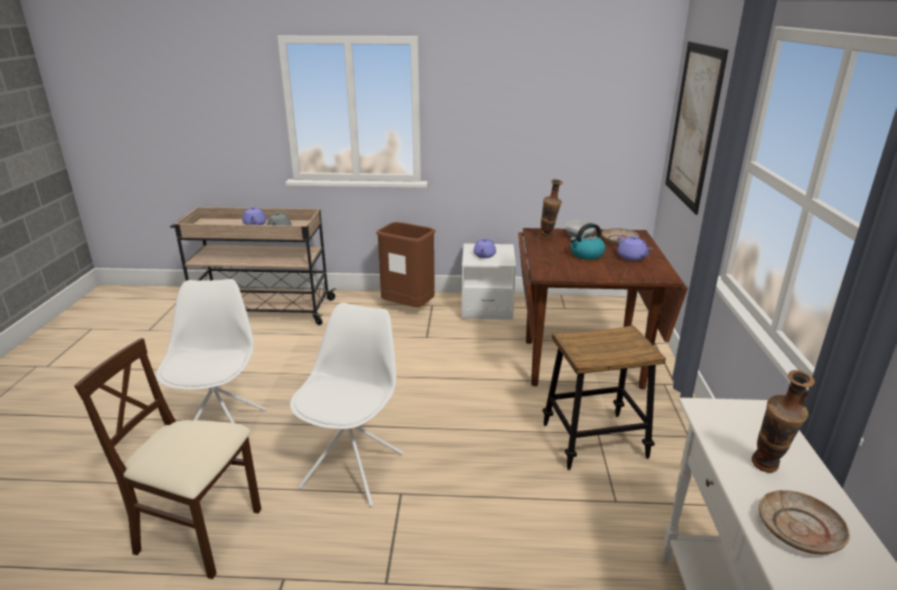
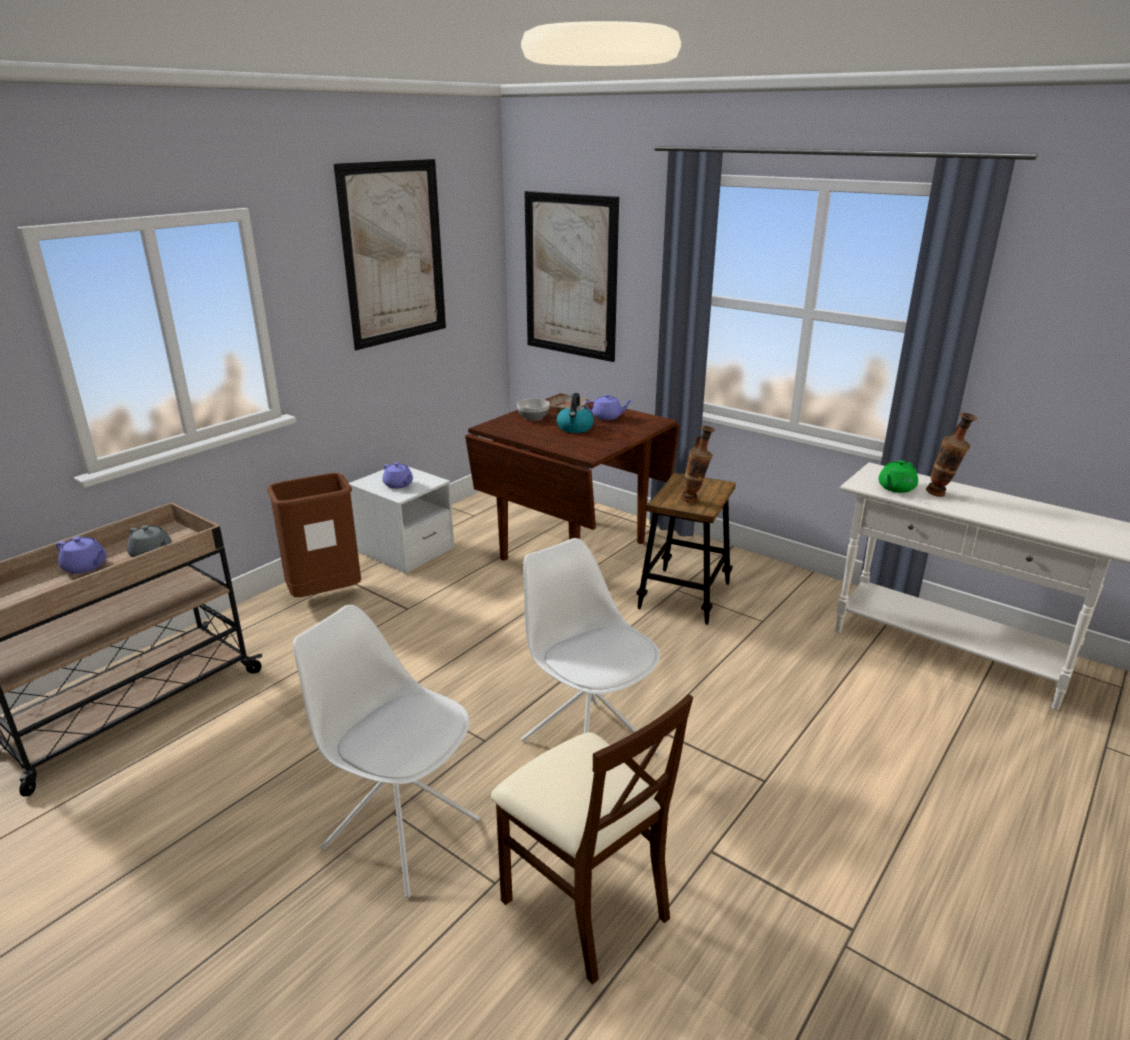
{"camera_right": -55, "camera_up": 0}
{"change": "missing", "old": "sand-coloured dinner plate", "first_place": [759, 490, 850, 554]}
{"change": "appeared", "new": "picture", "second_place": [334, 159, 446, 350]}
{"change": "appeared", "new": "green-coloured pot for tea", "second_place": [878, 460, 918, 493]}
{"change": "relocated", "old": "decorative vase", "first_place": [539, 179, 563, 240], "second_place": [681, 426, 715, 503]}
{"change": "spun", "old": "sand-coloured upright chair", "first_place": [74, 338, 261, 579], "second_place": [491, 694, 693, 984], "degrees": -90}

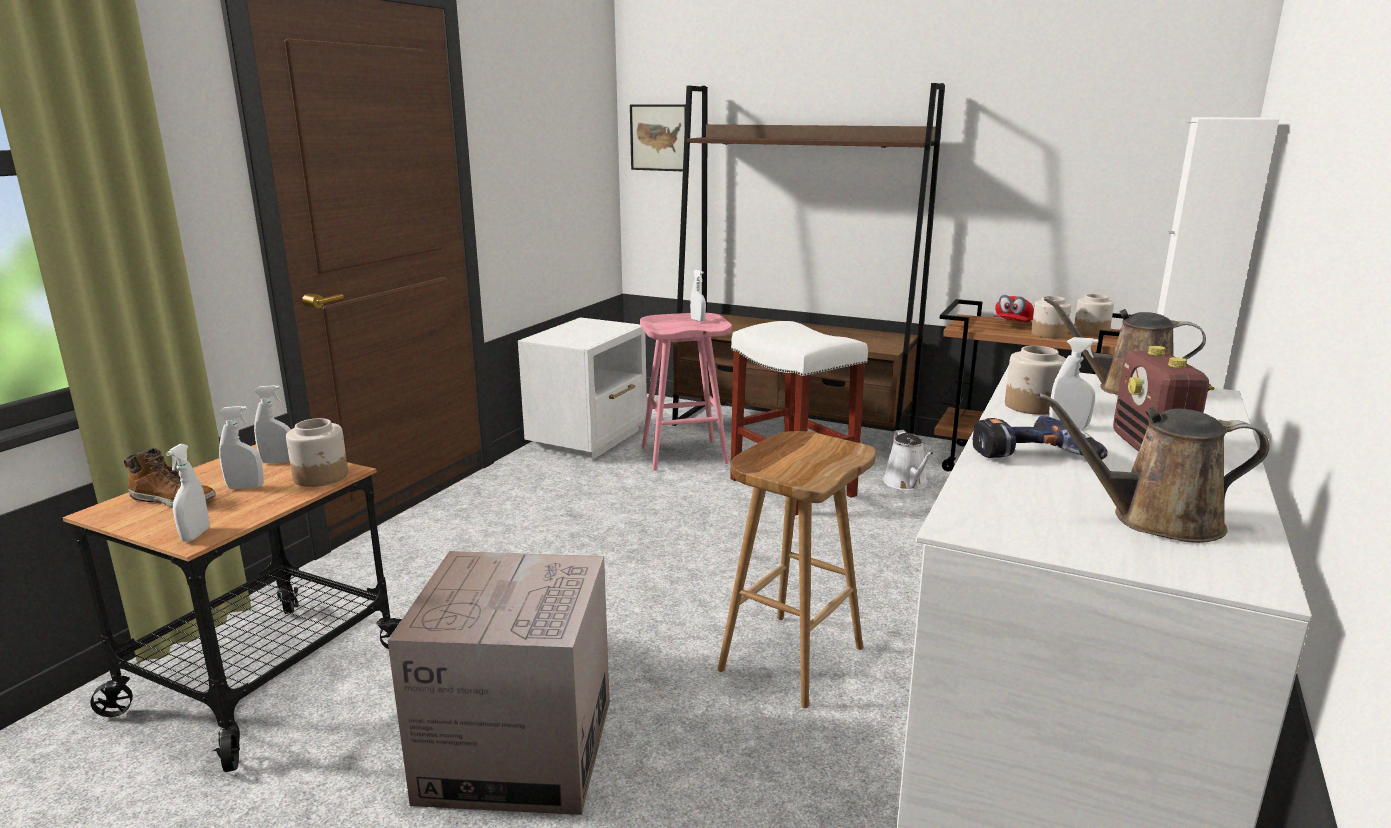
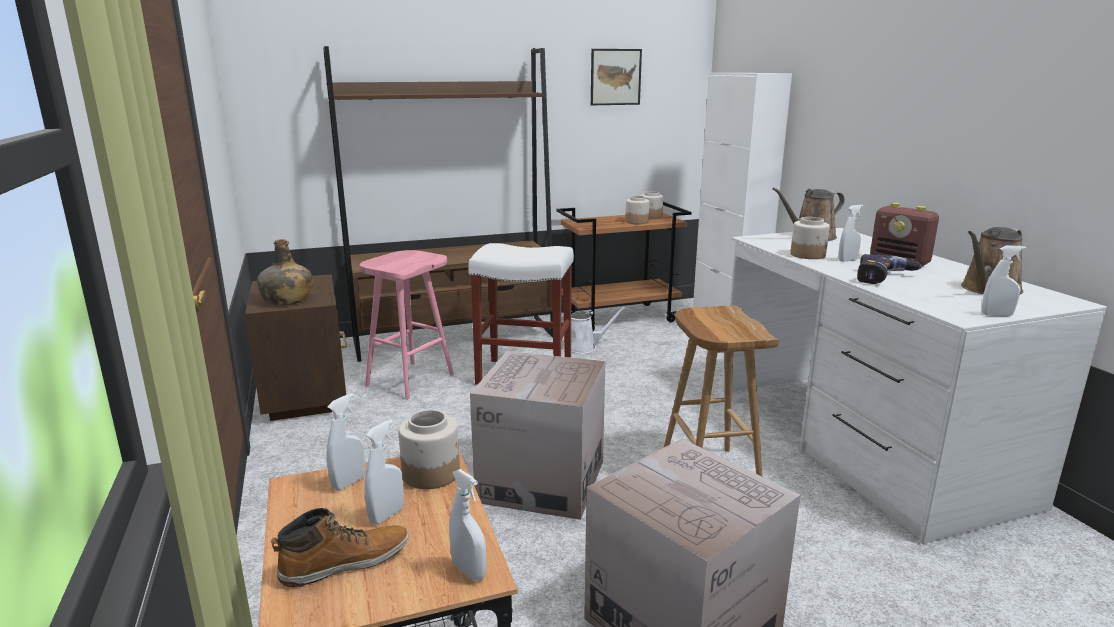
{"camera_right": -45, "camera_up": 0}
{"change": "missing", "old": "red-coloured peaked cap", "first_place": [993, 295, 1034, 322]}
{"change": "appeared", "new": "green-coloured drink bottle", "second_place": [257, 239, 313, 305]}
{"change": "appeared", "new": "carton", "second_place": [470, 351, 606, 520]}
{"change": "relocated", "old": "picture", "first_place": [630, 104, 686, 171], "second_place": [591, 49, 642, 105]}
{"change": "relocated", "old": "white sprayer", "first_place": [690, 270, 706, 322], "second_place": [982, 246, 1026, 317]}
{"change": "colour", "old": "white night table", "new": "brown-coloured night table", "first_place": [518, 317, 647, 460], "second_place": [245, 274, 347, 421]}
{"change": "spun", "old": "white sprinkling can", "first_place": [883, 430, 933, 490], "second_place": [561, 306, 627, 354], "degrees": -45}

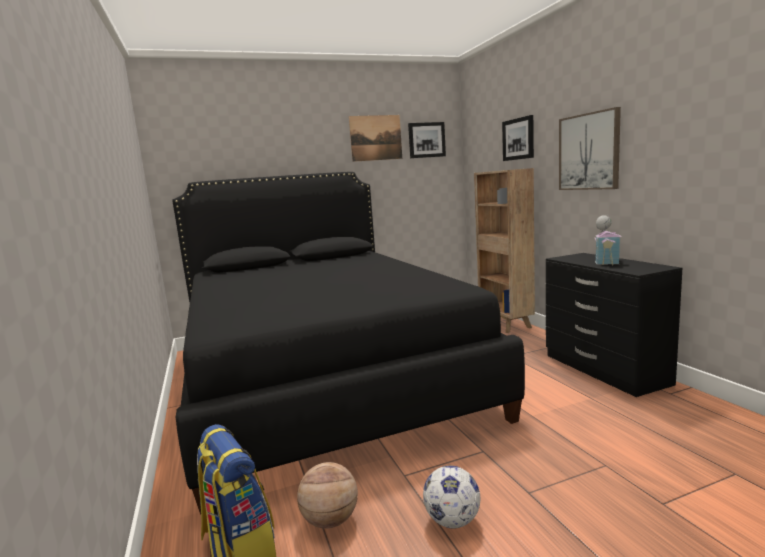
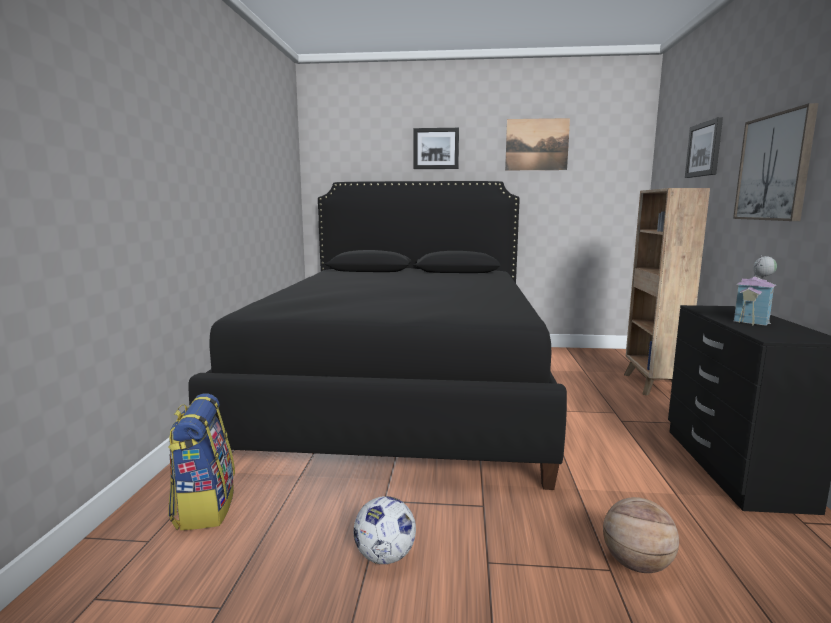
{"camera_right": 25, "camera_up": 0}
{"change": "relocated", "old": "ball for basketball", "first_place": [297, 462, 358, 528], "second_place": [603, 497, 679, 573]}
{"change": "relocated", "old": "picture", "first_place": [408, 122, 446, 158], "second_place": [414, 128, 459, 169]}

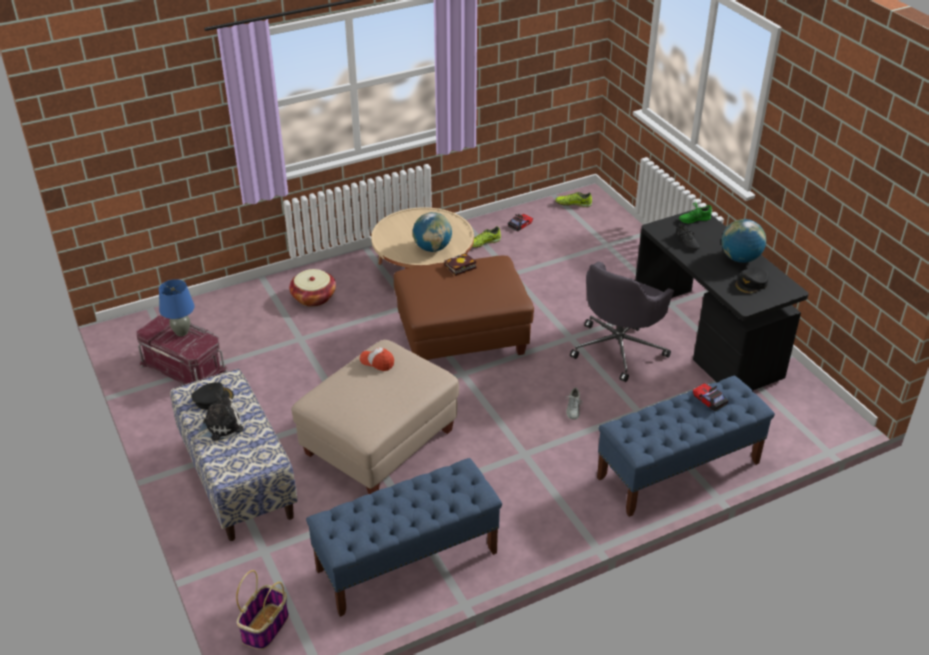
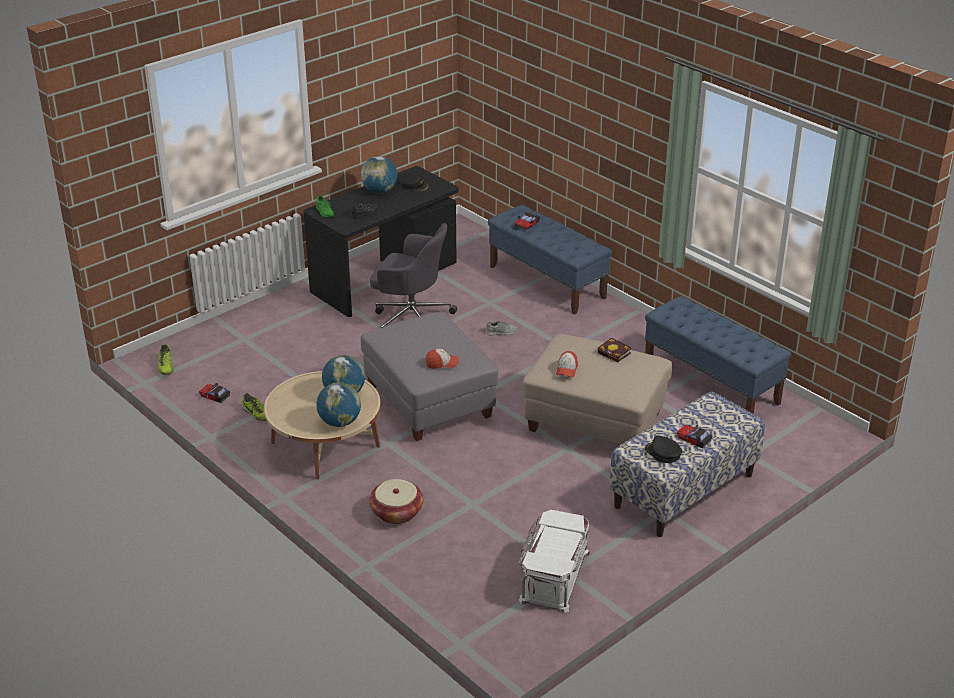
{"camera_right": -105, "camera_up": -5}
{"change": "missing", "old": "blue-coloured tabletop lamp", "first_place": [159, 279, 195, 337]}
{"change": "missing", "old": "basket", "first_place": [236, 570, 289, 650]}
{"change": "appeared", "new": "desk globe", "second_place": [316, 382, 361, 427]}
{"change": "appeared", "new": "peaked cap", "second_place": [425, 349, 459, 369]}
{"change": "relocated", "old": "bound book", "first_place": [444, 253, 476, 276], "second_place": [598, 338, 631, 363]}
{"change": "exchanged", "old": "plush toy", "new": "miniature car", "first_place": [193, 393, 244, 441], "second_place": [677, 424, 712, 448]}
{"change": "colour", "old": "red-coloured storage box", "new": "white storage box", "first_place": [137, 315, 228, 385], "second_place": [518, 510, 591, 613]}
{"change": "colour", "old": "brown-coloured footrest", "new": "greyish footrest", "first_place": [394, 256, 534, 360], "second_place": [361, 312, 498, 441]}

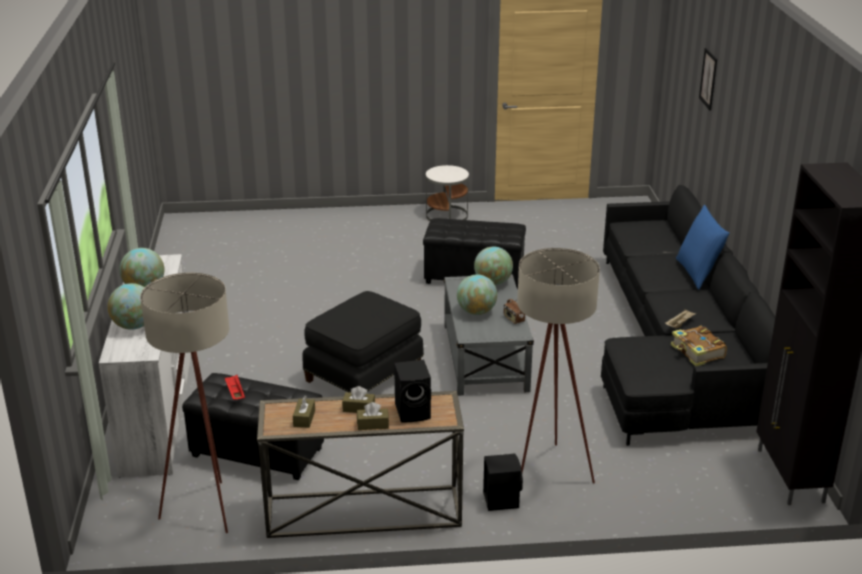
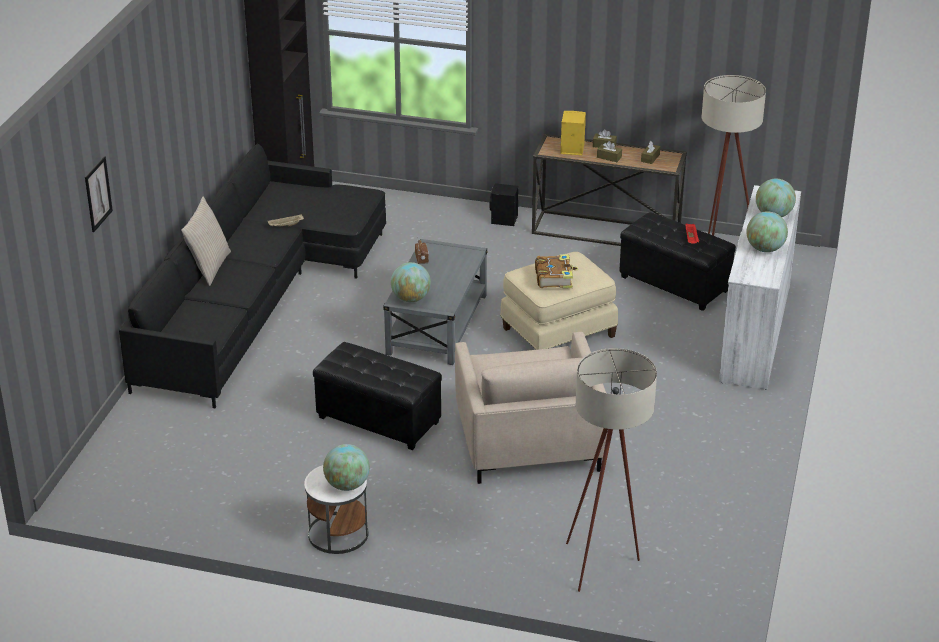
{"camera_right": -160, "camera_up": 5}
{"change": "appeared", "new": "sand-coloured easy chair", "second_place": [455, 332, 607, 484]}
{"change": "relocated", "old": "desk globe", "first_place": [457, 274, 497, 315], "second_place": [323, 444, 370, 491]}
{"change": "relocated", "old": "sand-coloured standard lamp", "first_place": [517, 248, 600, 483], "second_place": [566, 348, 657, 592]}
{"change": "relocated", "old": "bound book", "first_place": [671, 326, 727, 366], "second_place": [535, 254, 578, 289]}
{"change": "colour", "old": "black footrest", "new": "sand-coloured footrest", "first_place": [303, 291, 424, 393], "second_place": [500, 252, 618, 350]}
{"change": "colour", "old": "black speaker", "new": "yellow-coloured speaker", "first_place": [394, 360, 431, 423], "second_place": [561, 111, 586, 155]}
{"change": "colour", "old": "blue-coloured cushion", "new": "sand-coloured cushion", "first_place": [676, 205, 729, 290], "second_place": [181, 197, 231, 286]}

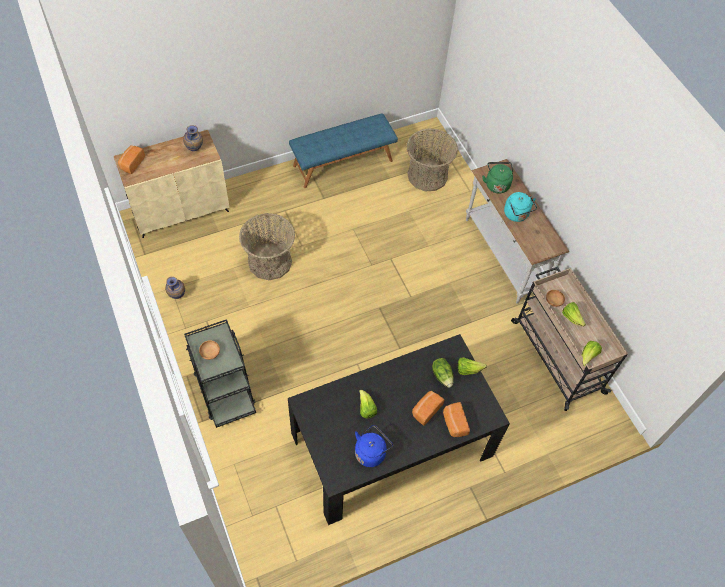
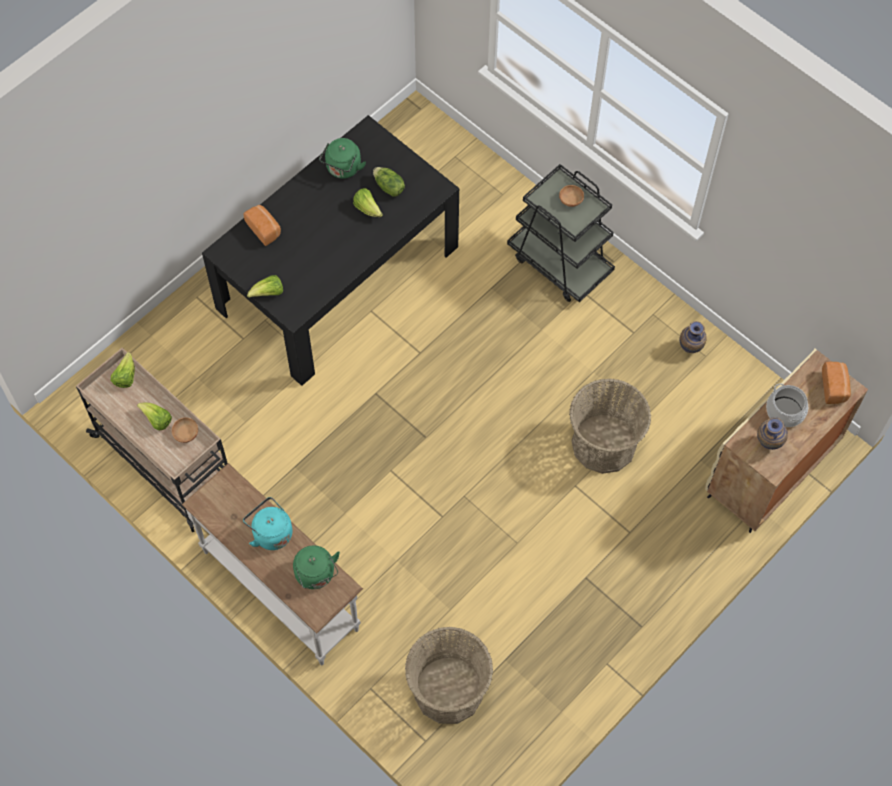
{"camera_right": 160, "camera_up": 5}
{"change": "missing", "old": "blue-coloured long seat", "first_place": [289, 113, 398, 188]}
{"change": "missing", "old": "bread", "first_place": [412, 391, 444, 426]}
{"change": "appeared", "new": "saucepot", "second_place": [766, 384, 808, 427]}
{"change": "relocated", "old": "lettuce head", "first_place": [432, 358, 453, 388], "second_place": [373, 167, 405, 197]}
{"change": "colour", "old": "blue-coloured water kettle", "new": "green-coloured water kettle", "first_place": [355, 425, 393, 467], "second_place": [319, 138, 366, 179]}

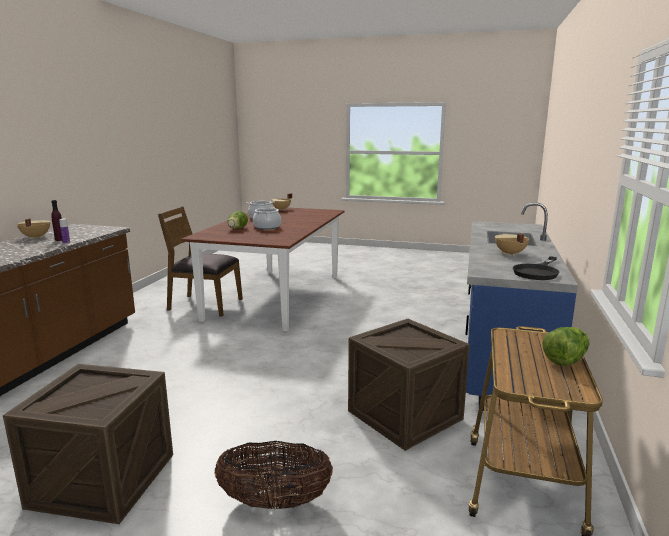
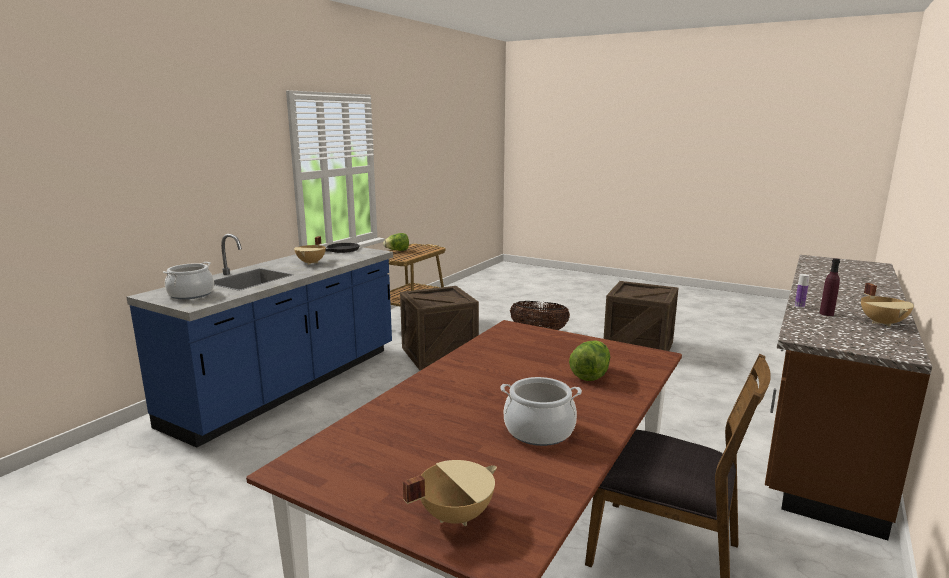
{"camera_right": -165, "camera_up": 0}
{"change": "relocated", "old": "saucepot", "first_place": [253, 207, 281, 230], "second_place": [163, 262, 214, 299]}

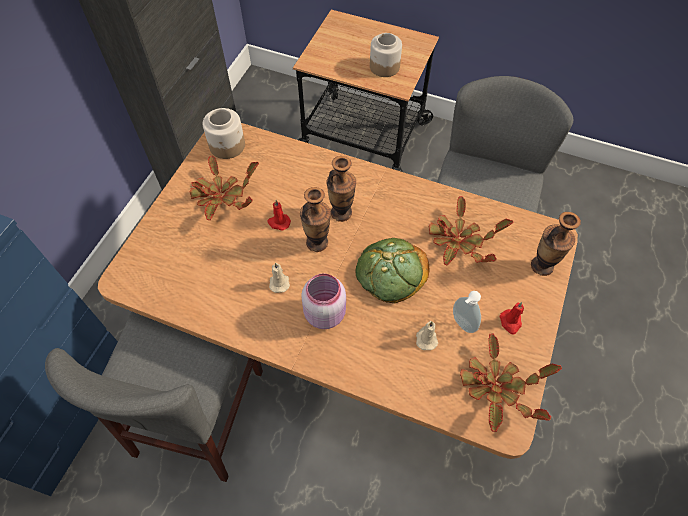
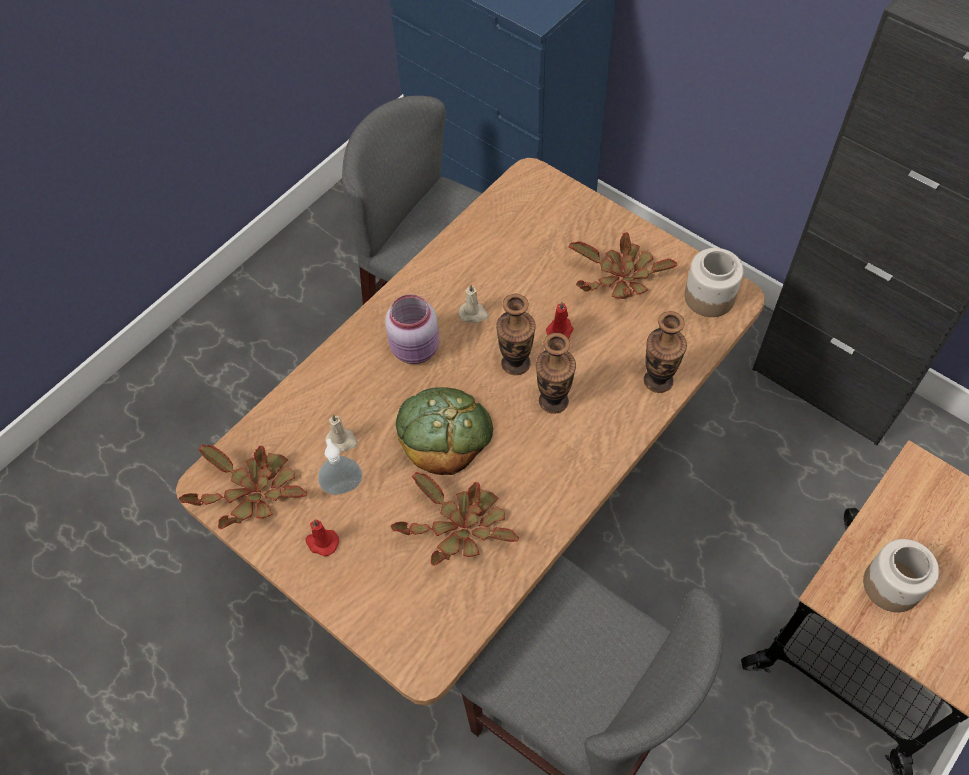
{"camera_right": 110, "camera_up": 0}
{"change": "relocated", "old": "decorative vase", "first_place": [531, 212, 581, 276], "second_place": [644, 311, 687, 393]}

